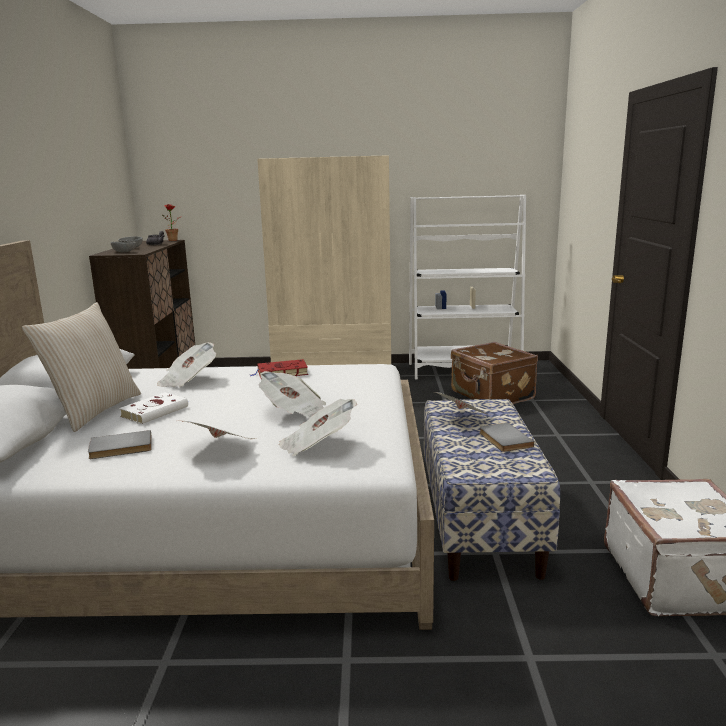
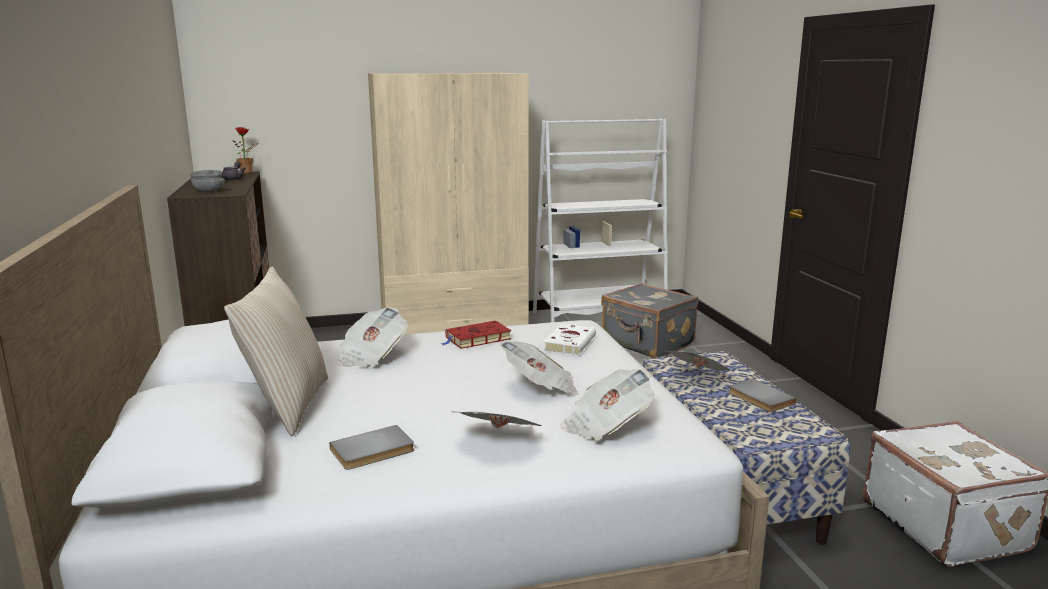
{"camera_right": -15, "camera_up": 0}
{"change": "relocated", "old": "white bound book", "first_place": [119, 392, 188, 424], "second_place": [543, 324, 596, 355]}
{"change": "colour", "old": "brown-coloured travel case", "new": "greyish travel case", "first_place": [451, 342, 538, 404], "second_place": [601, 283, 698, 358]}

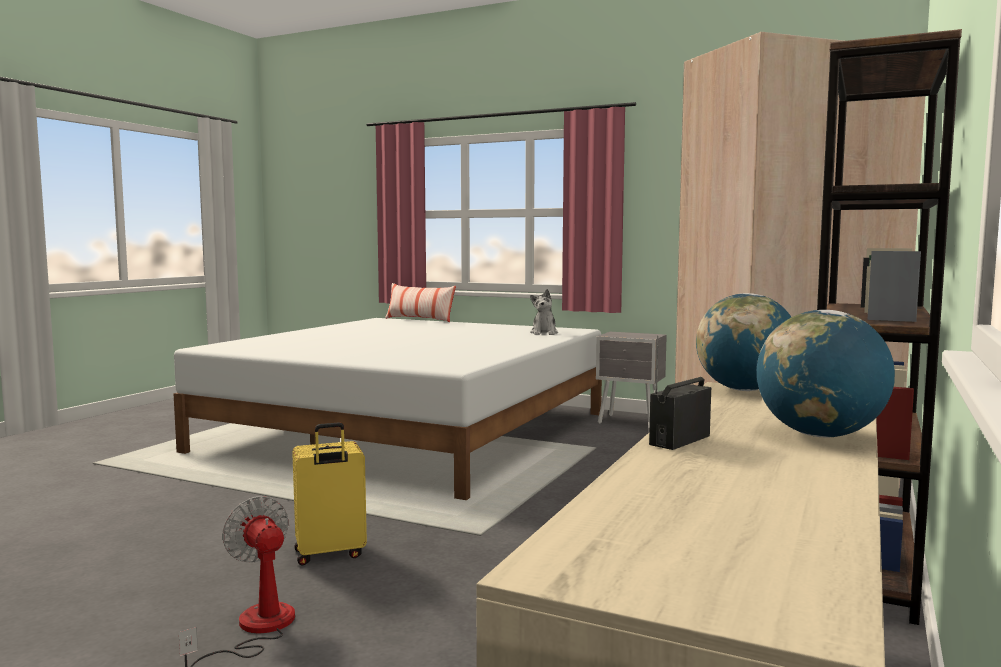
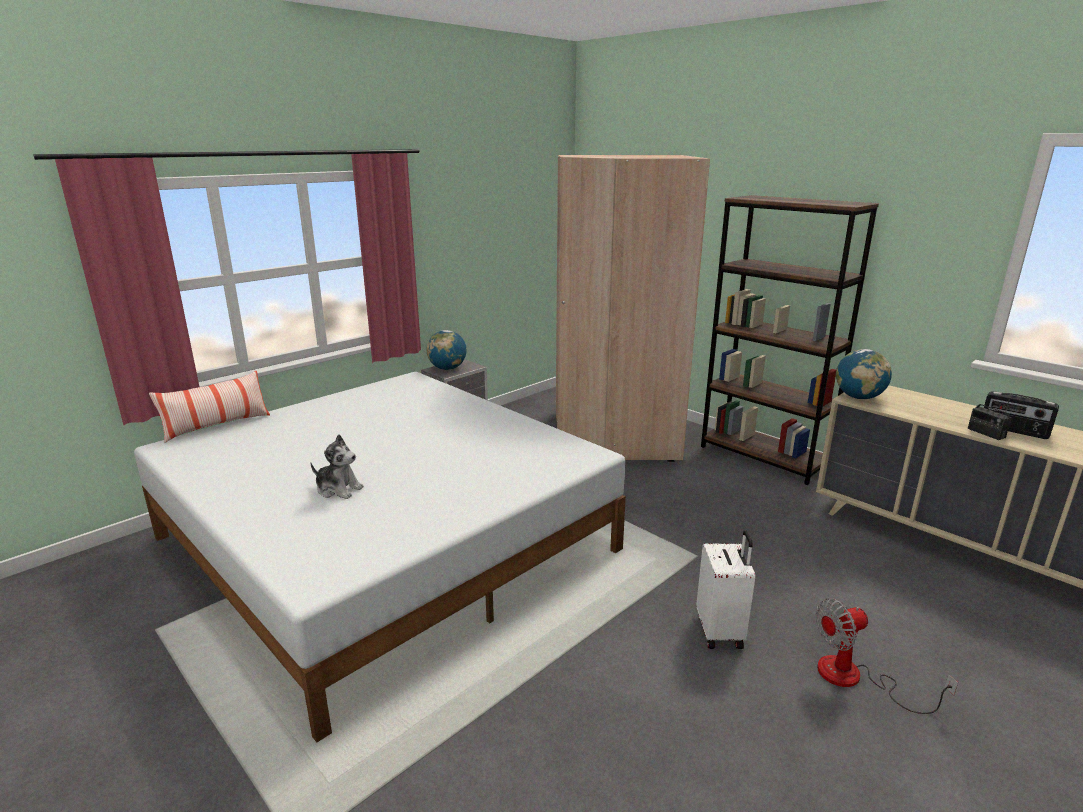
{"camera_right": -70, "camera_up": 15}
{"change": "appeared", "new": "radio set", "second_place": [984, 391, 1059, 439]}
{"change": "relocated", "old": "plush toy", "first_place": [530, 289, 558, 335], "second_place": [310, 435, 364, 499]}
{"change": "relocated", "old": "desk globe", "first_place": [757, 310, 895, 437], "second_place": [426, 330, 466, 370]}
{"change": "colour", "old": "yellow-coloured travel case", "new": "white travel case", "first_place": [292, 423, 367, 565], "second_place": [696, 530, 755, 649]}

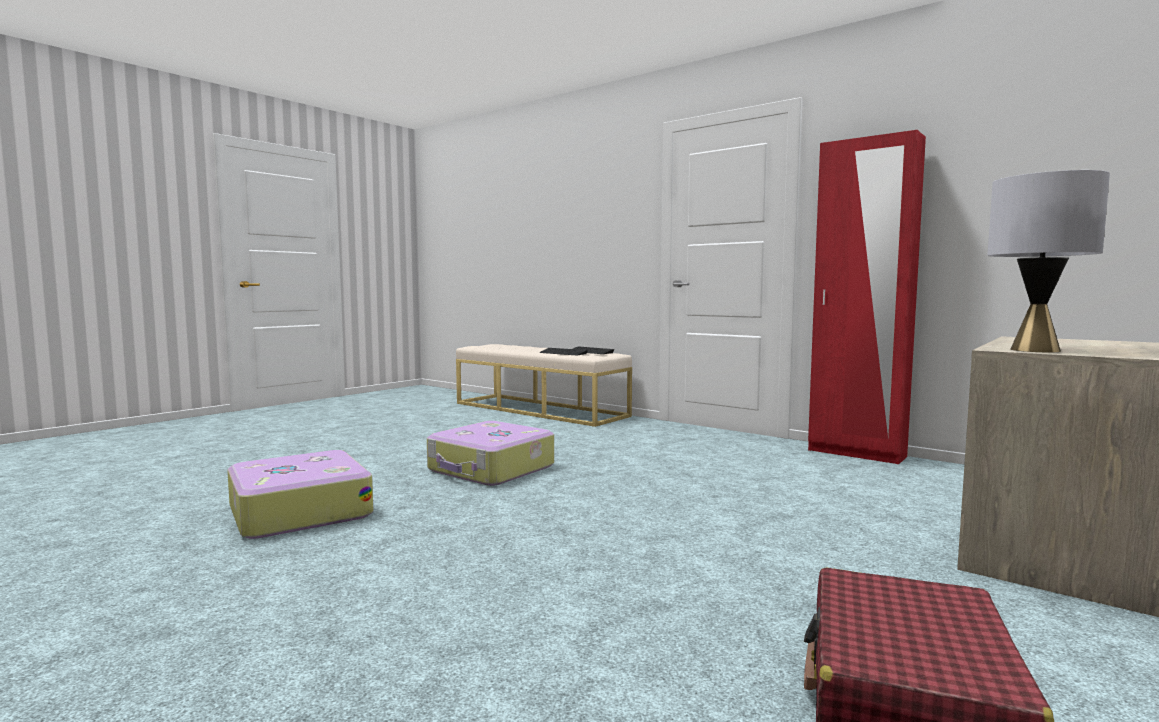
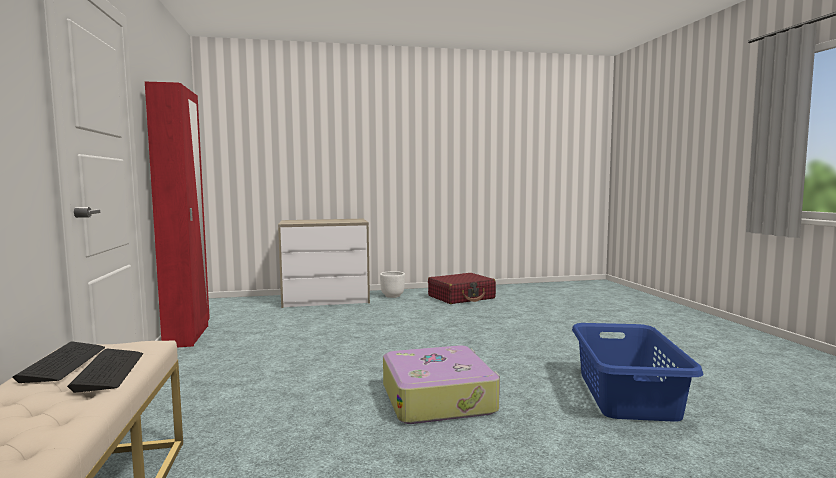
{"camera_right": -140, "camera_up": 0}
{"change": "missing", "old": "greyish tabletop lamp", "first_place": [987, 170, 1110, 352]}
{"change": "appeared", "new": "white planter", "second_place": [380, 271, 405, 298]}
{"change": "exchanged", "old": "travel case", "new": "blue-coloured washing basket", "first_place": [227, 450, 373, 539], "second_place": [572, 323, 703, 422]}

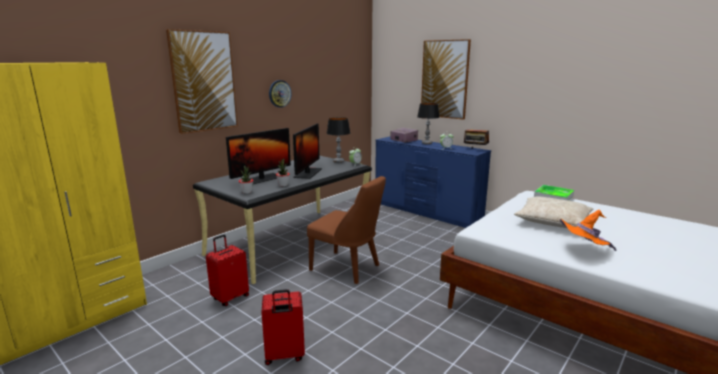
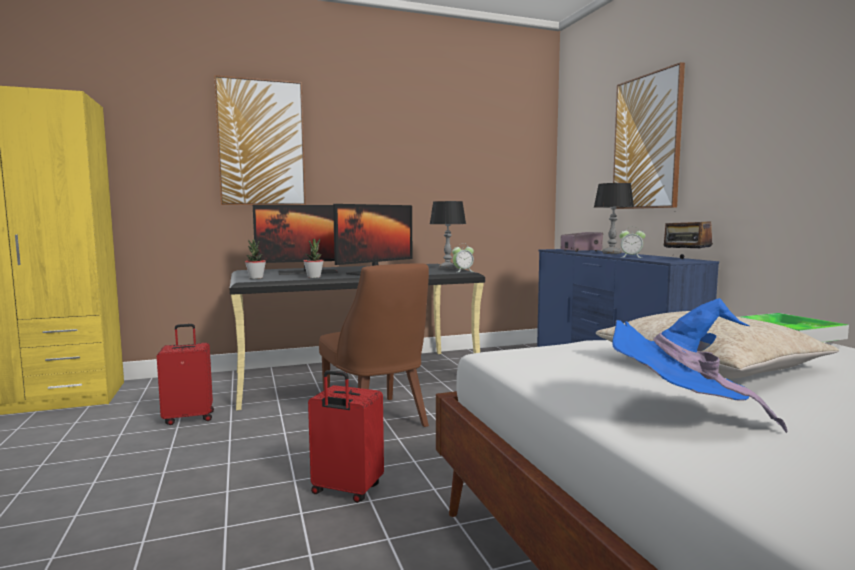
{"camera_right": 30, "camera_up": -10}
{"change": "missing", "old": "wall clock", "first_place": [269, 80, 292, 108]}
{"change": "relocated", "old": "red-coloured travel case", "first_place": [261, 289, 305, 365], "second_place": [308, 370, 384, 503]}
{"change": "colour", "old": "orange-coloured clothing hat", "new": "blue-coloured clothing hat", "first_place": [560, 210, 617, 251], "second_place": [612, 298, 787, 433]}

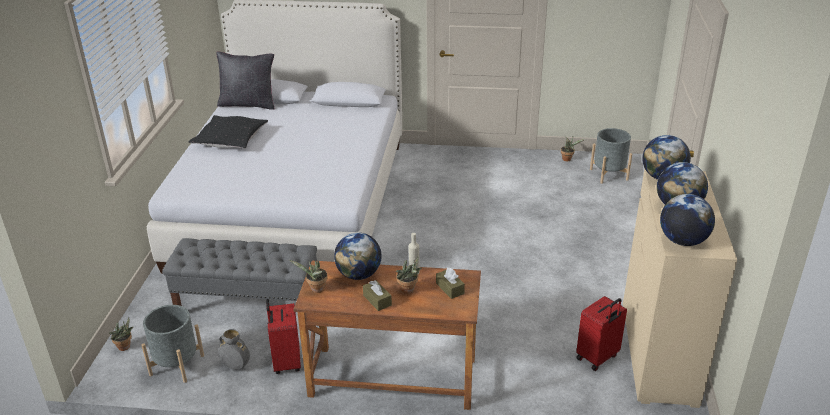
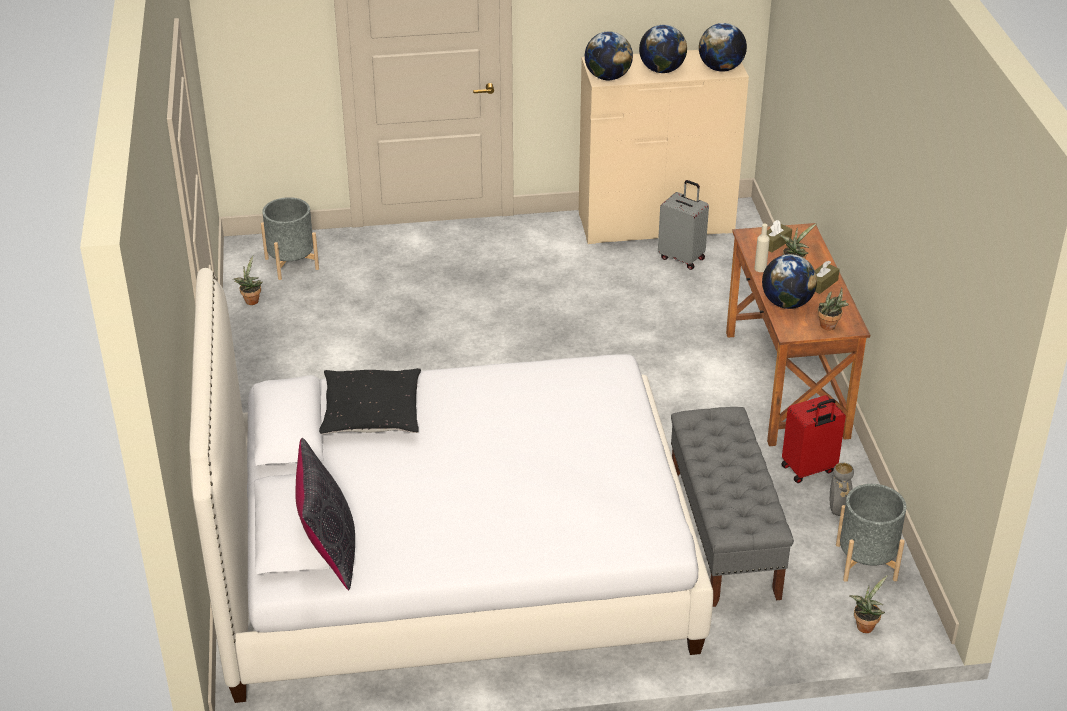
{"camera_right": -105, "camera_up": 5}
{"change": "relocated", "old": "black cushion", "first_place": [188, 115, 268, 149], "second_place": [319, 368, 421, 435]}
{"change": "colour", "old": "red-coloured travel case", "new": "greyish travel case", "first_place": [576, 296, 627, 371], "second_place": [658, 180, 709, 270]}

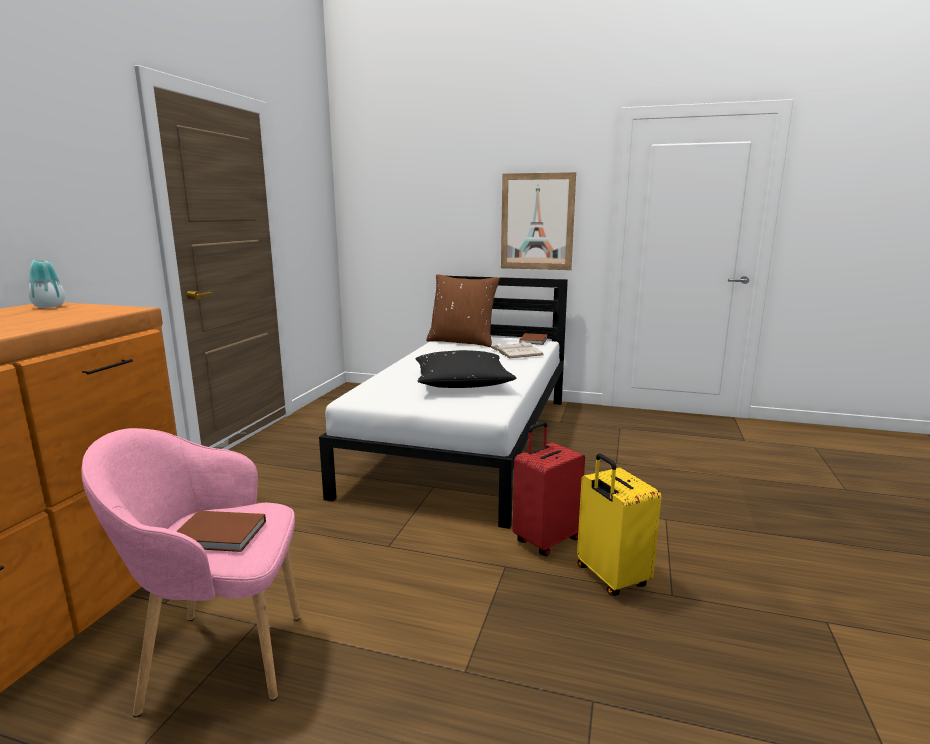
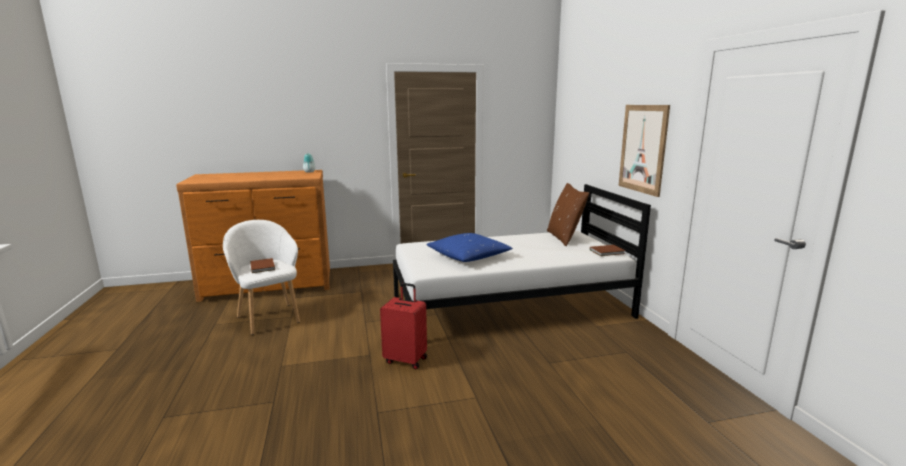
{"camera_right": 60, "camera_up": 0}
{"change": "missing", "old": "white bound book", "first_place": [490, 341, 544, 358]}
{"change": "missing", "old": "yellow-coloured travel case", "first_place": [577, 453, 661, 596]}
{"change": "colour", "old": "pink easy chair", "new": "white easy chair", "first_place": [81, 428, 301, 717], "second_place": [223, 220, 300, 335]}
{"change": "colour", "old": "black cushion", "new": "blue-coloured cushion", "first_place": [416, 350, 517, 388], "second_place": [426, 233, 513, 262]}

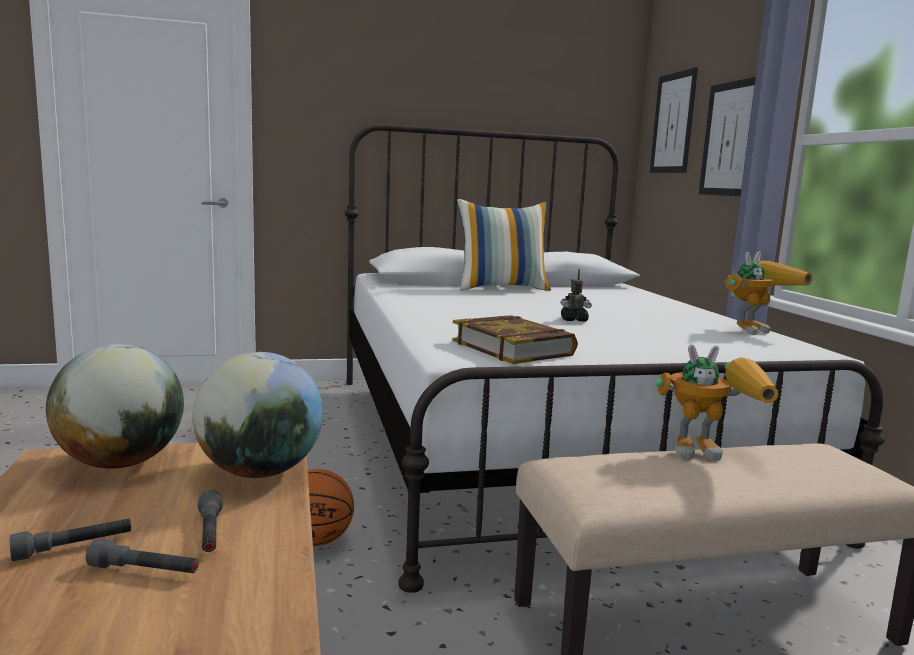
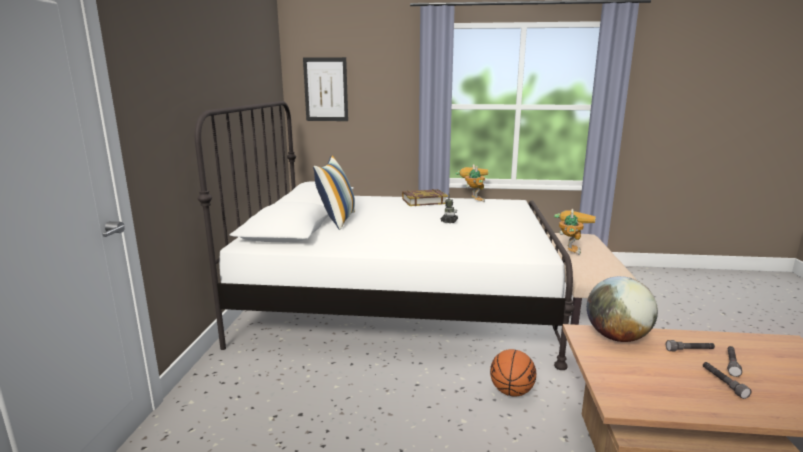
{"camera_right": -70, "camera_up": 5}
{"change": "missing", "old": "desk globe", "first_place": [46, 344, 184, 469]}
{"change": "missing", "old": "picture", "first_place": [699, 77, 756, 196]}
{"change": "relocated", "old": "bound book", "first_place": [452, 315, 578, 364], "second_place": [402, 189, 448, 206]}

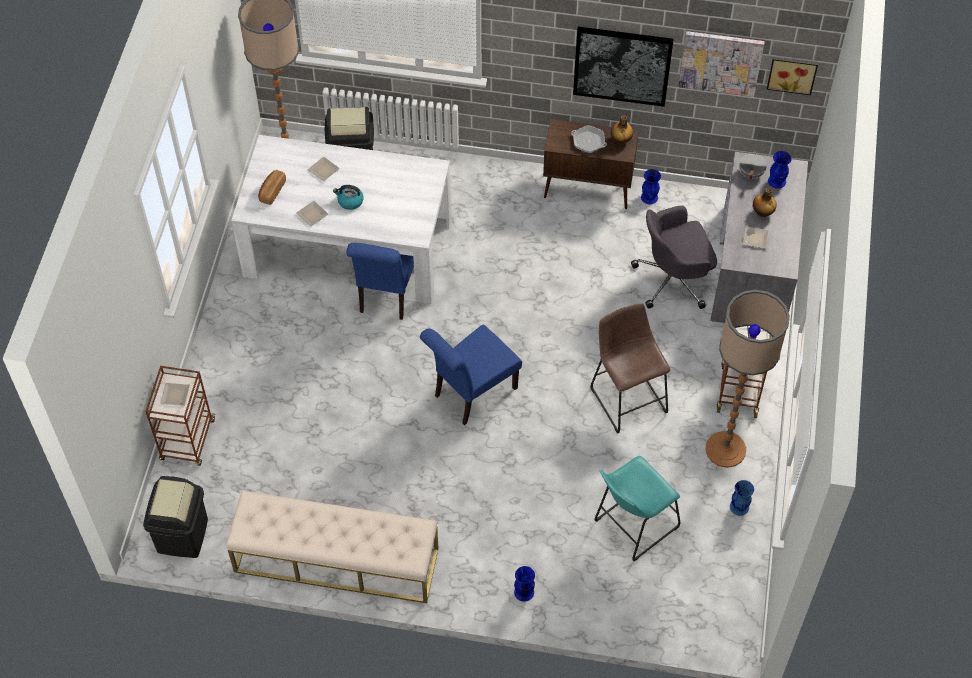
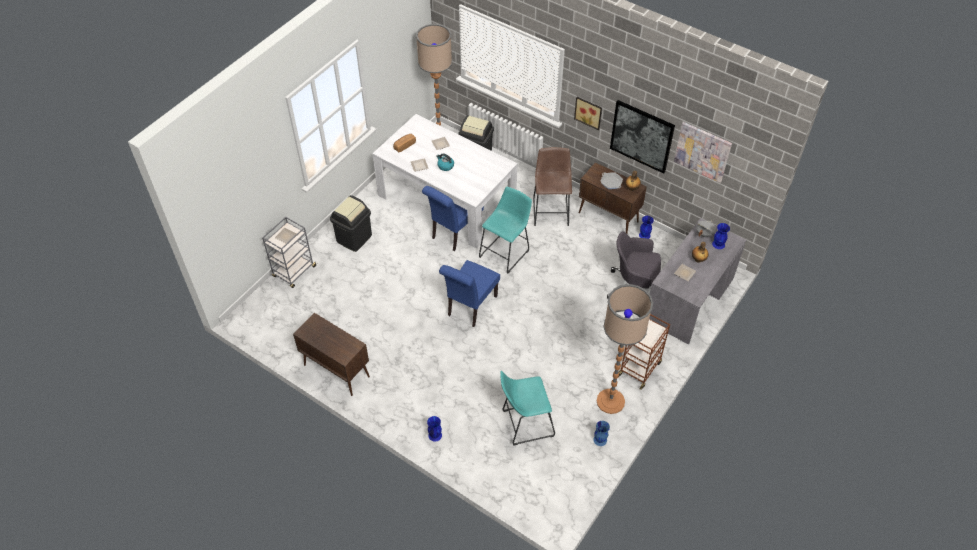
{"camera_right": 25, "camera_up": -5}
{"change": "appeared", "new": "turquoise-coloured stool", "second_place": [479, 187, 532, 273]}
{"change": "relocated", "old": "black trash can", "first_place": [143, 476, 208, 558], "second_place": [330, 195, 372, 252]}
{"change": "relocated", "old": "brown-coloured stool", "first_place": [591, 303, 670, 433], "second_place": [533, 147, 572, 226]}
{"change": "relocated", "old": "picture", "first_place": [767, 57, 818, 95], "second_place": [574, 97, 602, 130]}
{"change": "exchanged", "old": "sand-coloured long seat", "new": "brown-coloured cupboard", "first_place": [227, 491, 439, 603], "second_place": [293, 313, 370, 396]}
{"change": "colour", "old": "brown-coloured wheeled cart", "new": "greyish wheeled cart", "first_place": [145, 366, 215, 466], "second_place": [262, 217, 317, 288]}
{"change": "spun", "old": "blue-coloured upright chair", "first_place": [420, 324, 522, 425], "second_place": [439, 260, 500, 327], "degrees": -45}

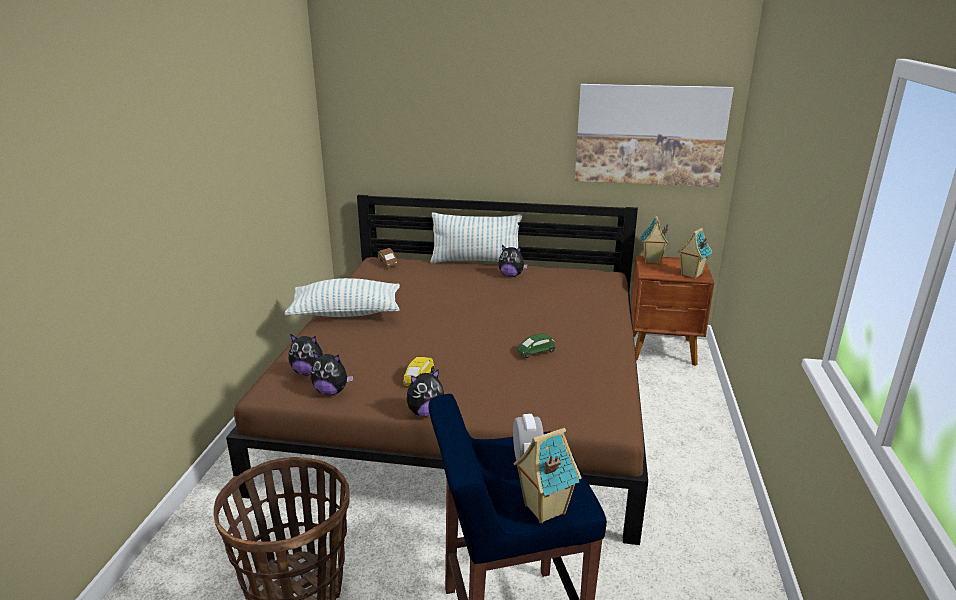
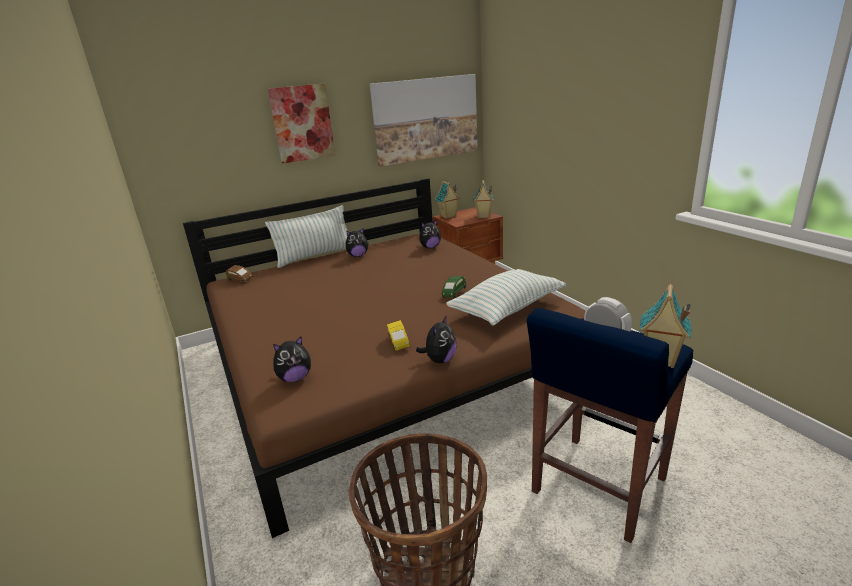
{"camera_right": -35, "camera_up": 0}
{"change": "appeared", "new": "picture", "second_place": [268, 84, 336, 164]}
{"change": "relocated", "old": "cushion", "first_place": [285, 278, 400, 317], "second_place": [446, 269, 566, 326]}
{"change": "relocated", "old": "plush toy", "first_place": [311, 352, 353, 395], "second_place": [419, 220, 441, 249]}

